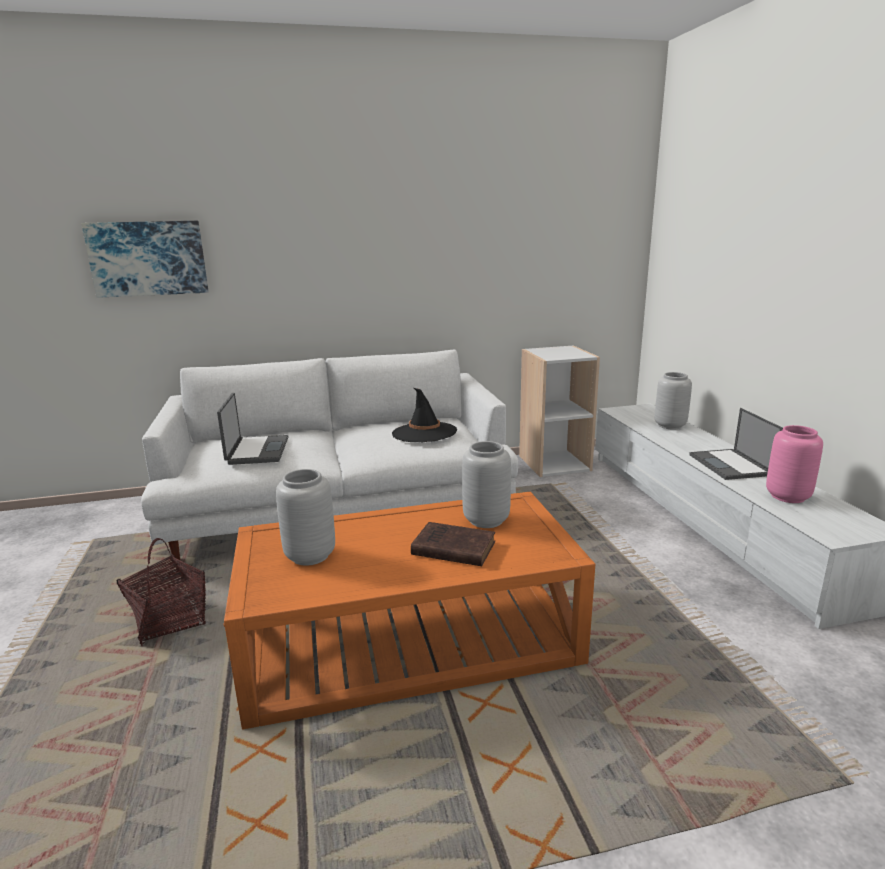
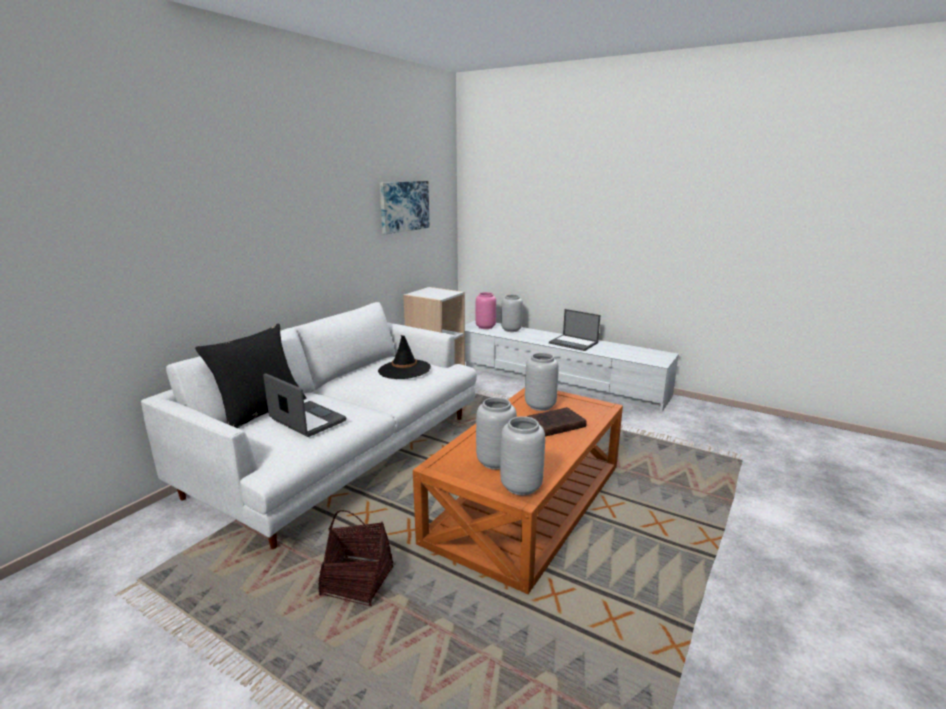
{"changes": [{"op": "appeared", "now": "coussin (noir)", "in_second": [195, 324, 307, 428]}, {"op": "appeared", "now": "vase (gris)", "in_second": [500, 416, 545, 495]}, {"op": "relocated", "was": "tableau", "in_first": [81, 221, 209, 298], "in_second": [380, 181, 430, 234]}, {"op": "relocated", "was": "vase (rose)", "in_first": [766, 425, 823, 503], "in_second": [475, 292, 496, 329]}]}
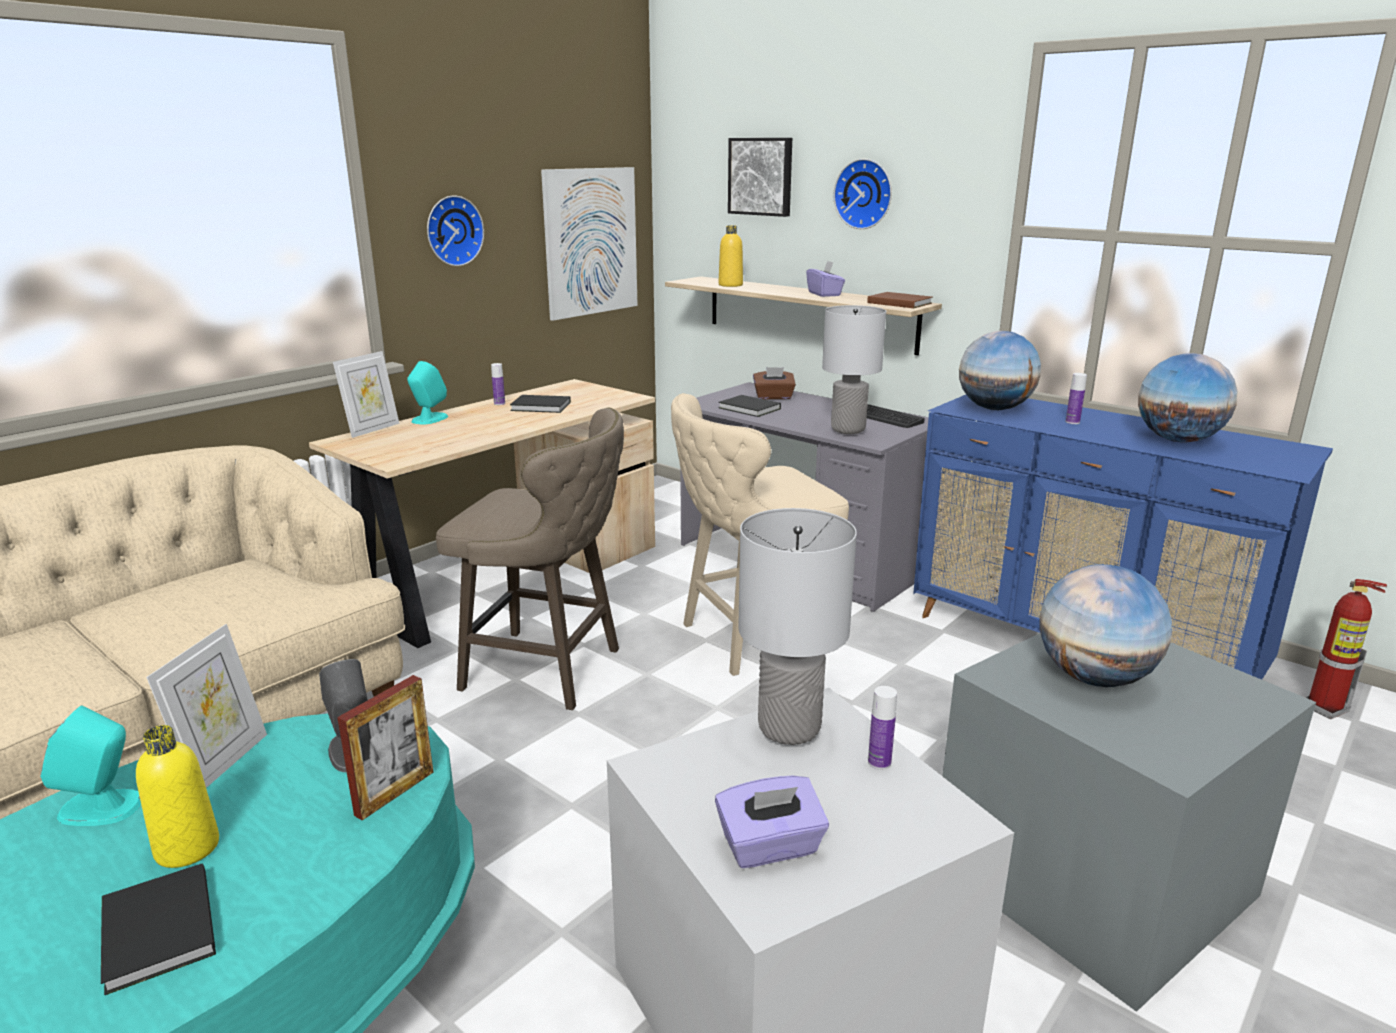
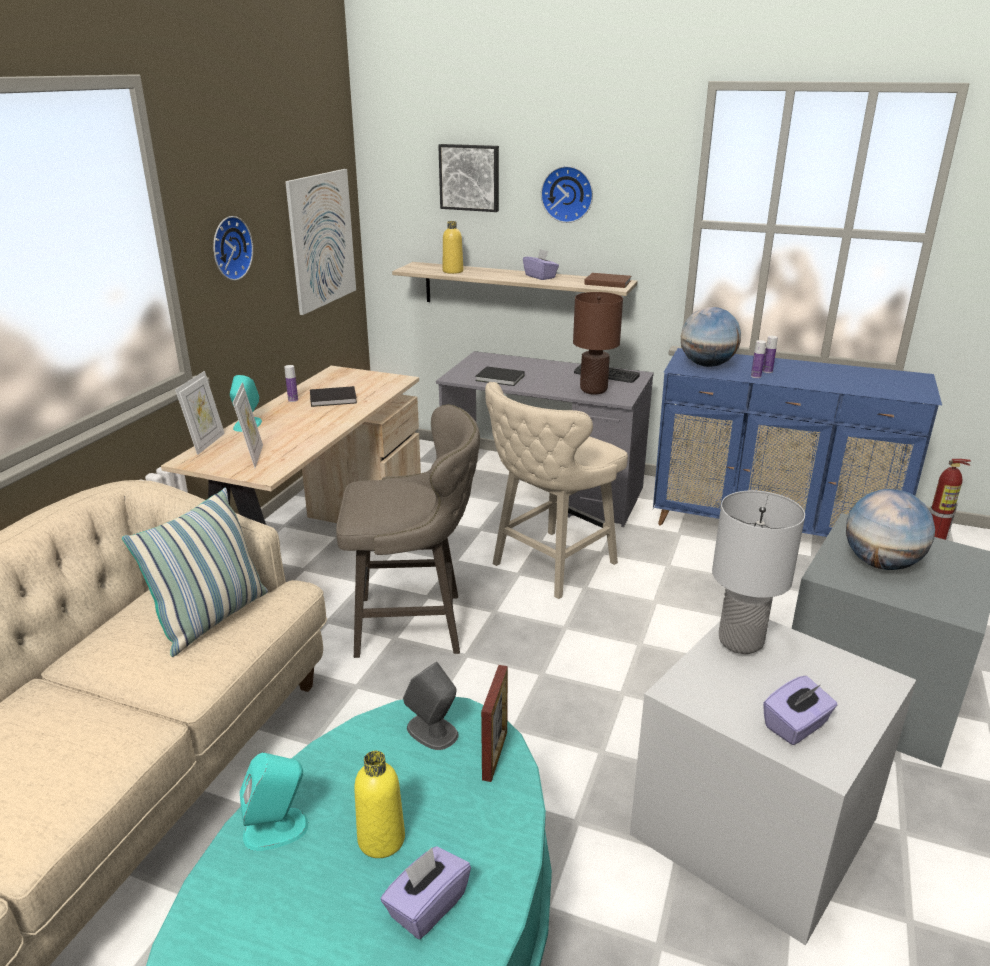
{"changes": [{"op": "missing", "was": "boîte à mouchoirs (marron)", "in_first": [753, 367, 796, 400]}, {"op": "missing", "was": "globe", "in_first": [1138, 353, 1237, 443]}, {"op": "appeared", "now": "coussin", "in_second": [122, 487, 268, 657]}, {"op": "relocated", "was": "cadre photo", "in_first": [146, 624, 267, 788], "in_second": [233, 382, 263, 468]}, {"op": "relocated", "was": "bouteille", "in_first": [868, 686, 897, 770], "in_second": [751, 340, 766, 378]}, {"op": "exchanged", "was": "livre (noir)", "now": "boîte à mouchoirs (violet)", "in_first": [101, 863, 216, 995], "in_second": [381, 846, 471, 939]}, {"op": "colour", "was": "lampe de table (gris)", "now": "lampe de table (marron)", "in_first": [822, 305, 886, 434], "in_second": [573, 292, 623, 395]}]}
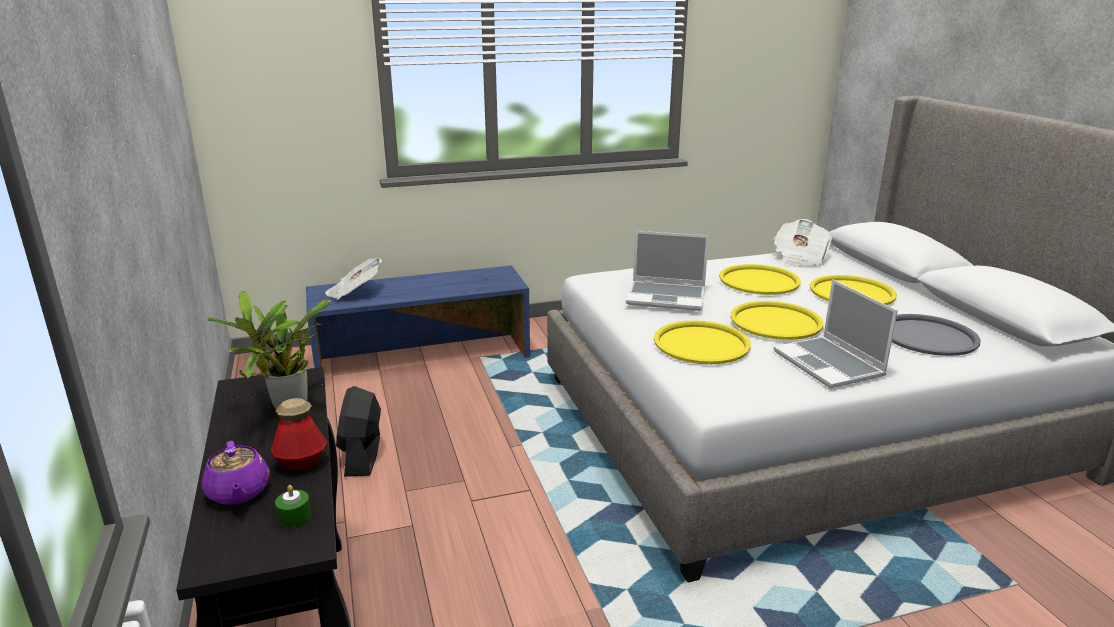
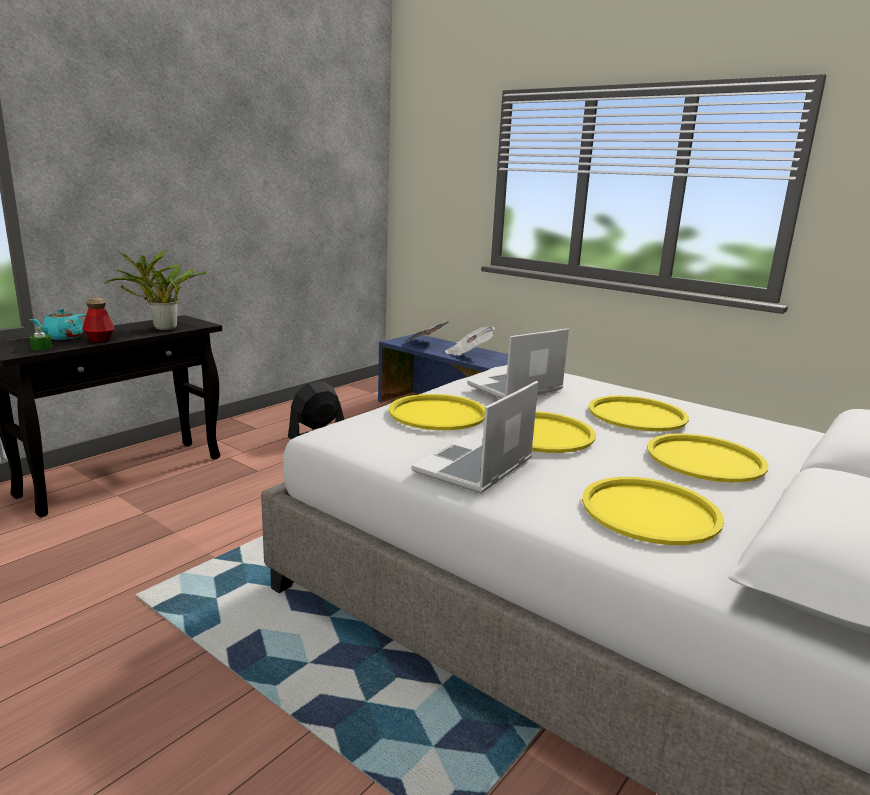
{"changes": [{"op": "relocated", "was": "journal", "in_first": [773, 219, 832, 267], "in_second": [445, 326, 495, 356]}, {"op": "colour", "was": "théière (violet)", "now": "théière (turquoise)", "in_first": [201, 441, 270, 505], "in_second": [31, 309, 86, 340]}, {"op": "colour", "was": "plateau (gris)", "now": "plateau (jaune)", "in_first": [892, 314, 981, 356], "in_second": [582, 477, 724, 545]}, {"op": "spun", "was": "ordinateur portable", "in_first": [626, 231, 709, 311], "in_second": [467, 328, 569, 399], "clockwise": 75}]}
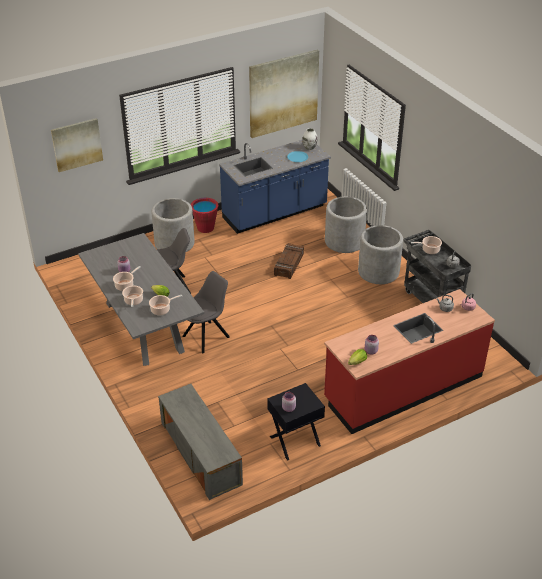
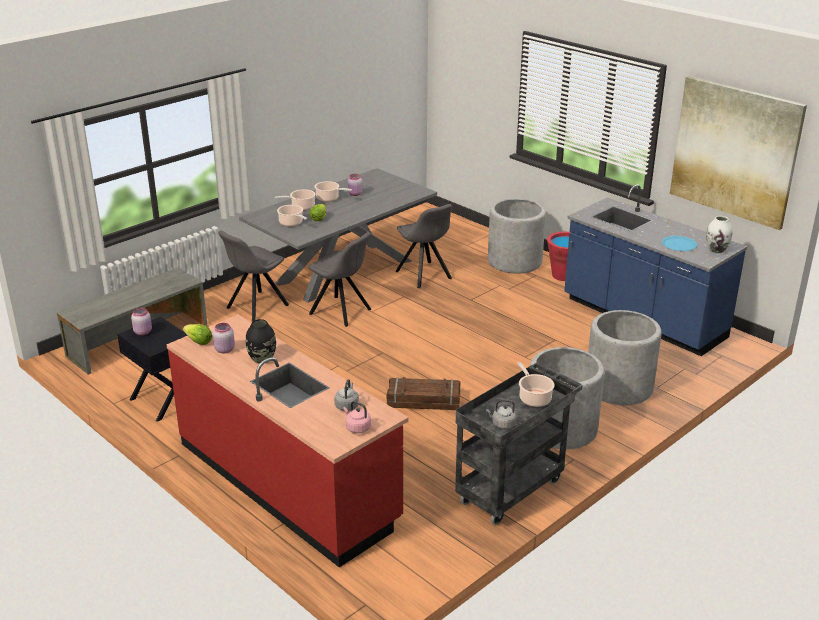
{"changes": [{"op": "missing", "was": "tableau", "in_first": [51, 118, 103, 172]}, {"op": "appeared", "now": "chaise (gris)", "in_second": [218, 231, 289, 321]}, {"op": "appeared", "now": "vase (noir)", "in_second": [246, 319, 276, 364]}, {"op": "relocated", "was": "caisse", "in_first": [274, 243, 304, 279], "in_second": [387, 377, 460, 410]}]}
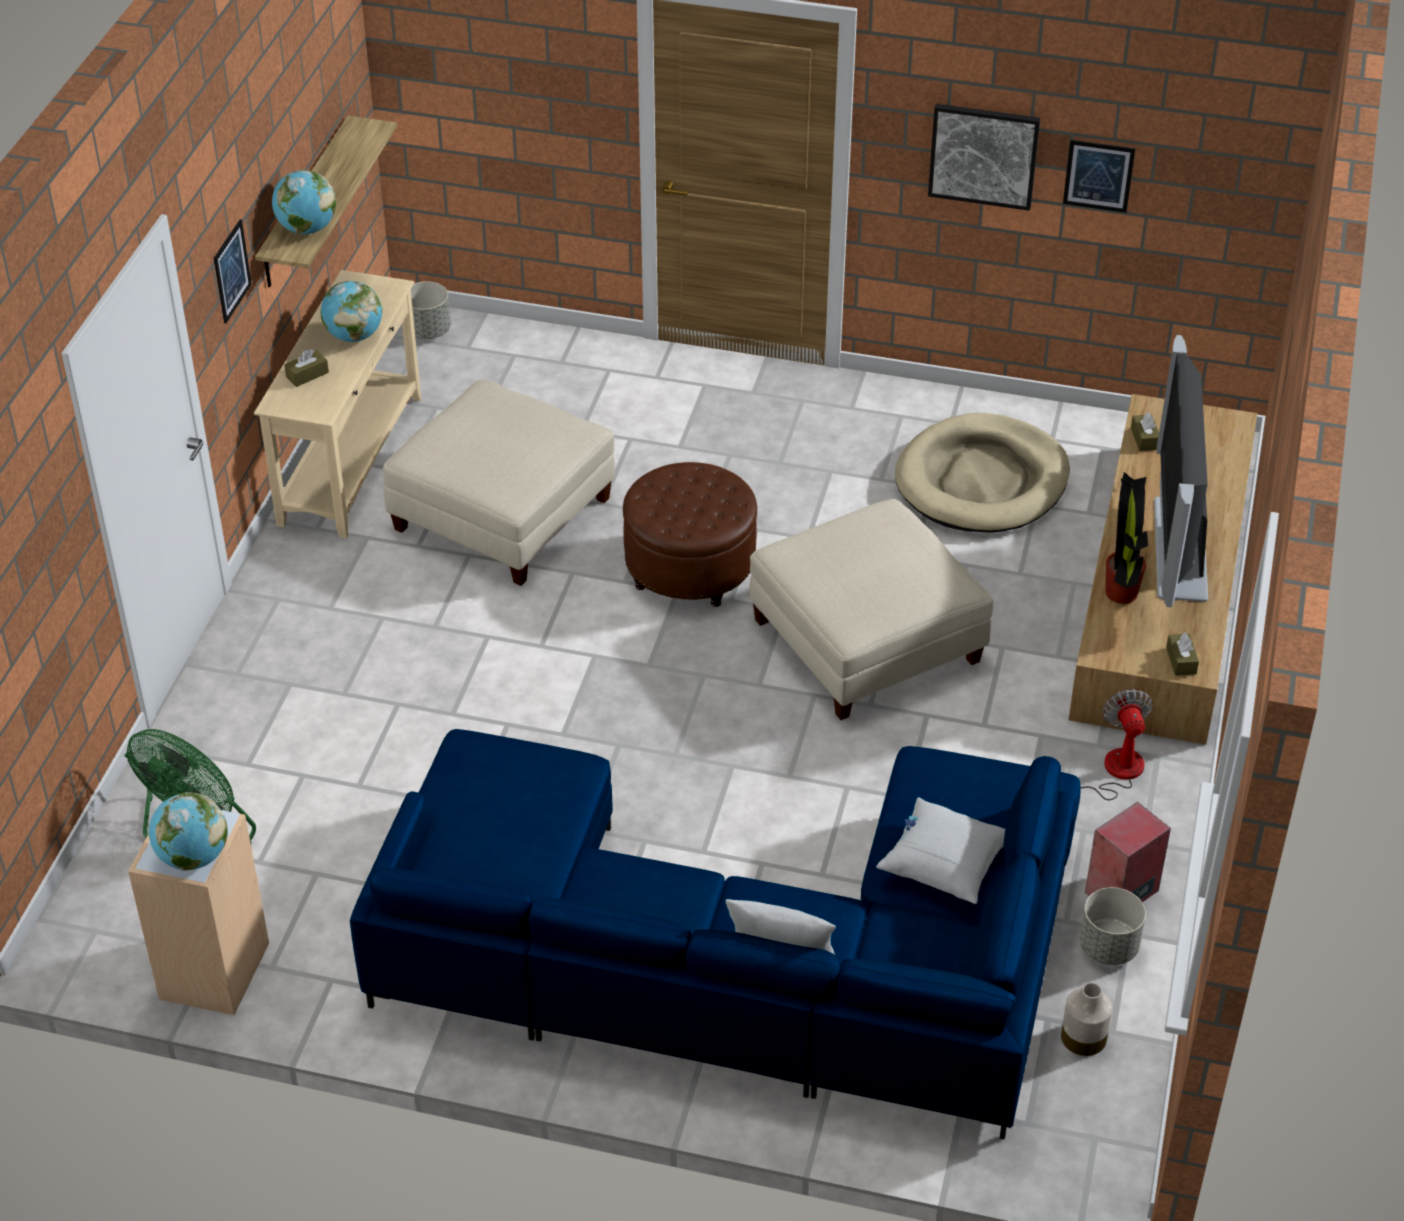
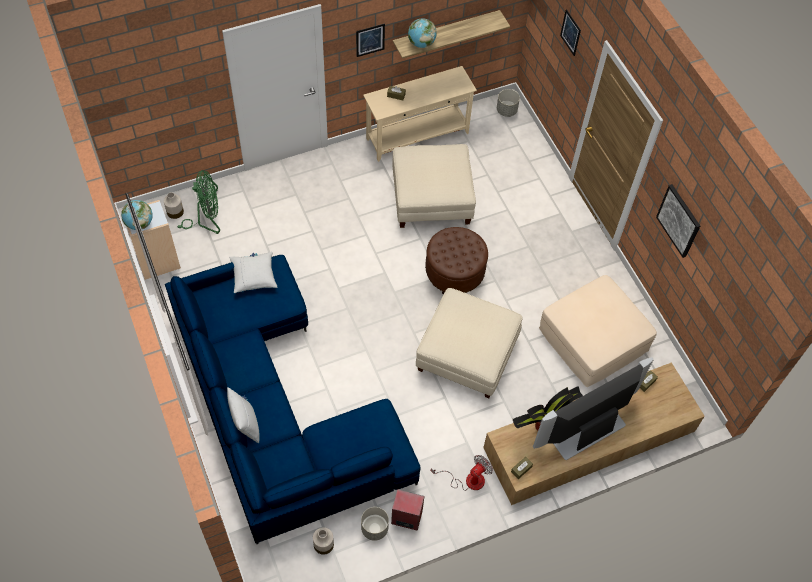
{"changes": [{"op": "missing", "was": "globe", "in_first": [320, 281, 382, 342]}, {"op": "appeared", "now": "vase (beige)", "in_second": [164, 192, 184, 219]}, {"op": "relocated", "was": "coussin (gris)", "in_first": [876, 797, 1005, 904], "in_second": [229, 252, 278, 293]}, {"op": "relocated", "was": "tableau", "in_first": [1063, 140, 1135, 213], "in_second": [560, 9, 581, 56]}, {"op": "exchanged", "was": "panier pour chien (beige)", "now": "pouf (beige)", "in_first": [895, 413, 1070, 533], "in_second": [539, 275, 657, 387]}]}
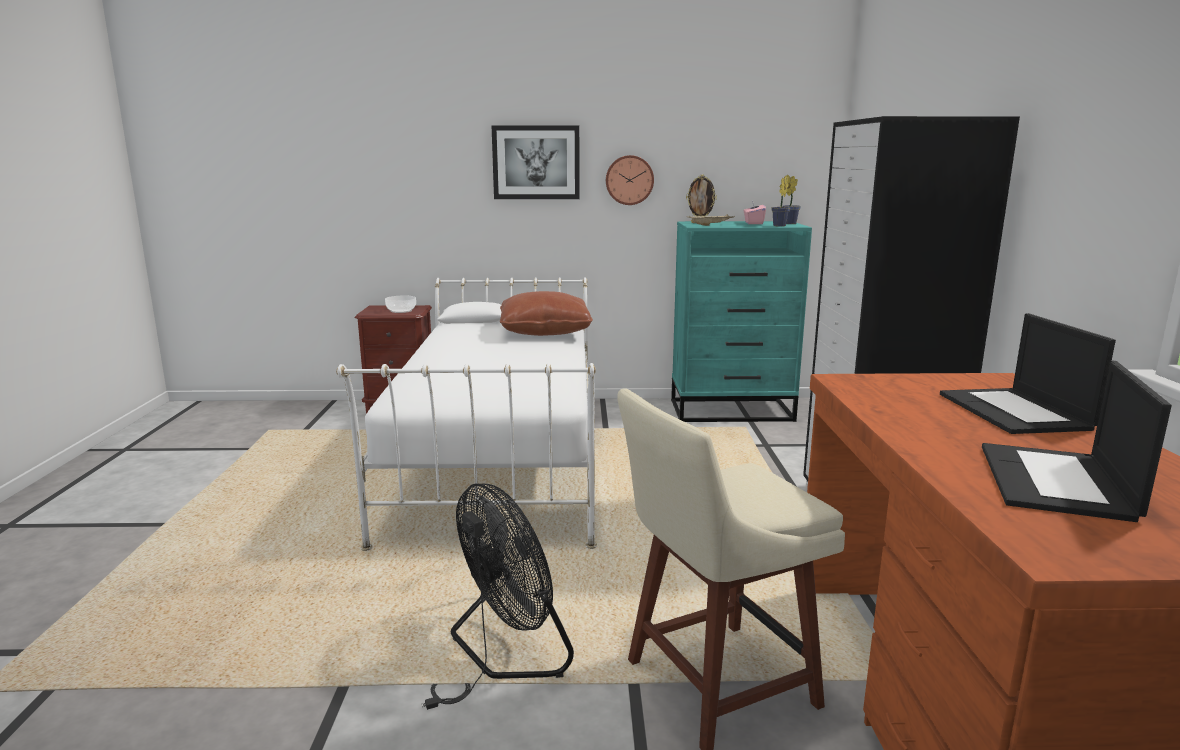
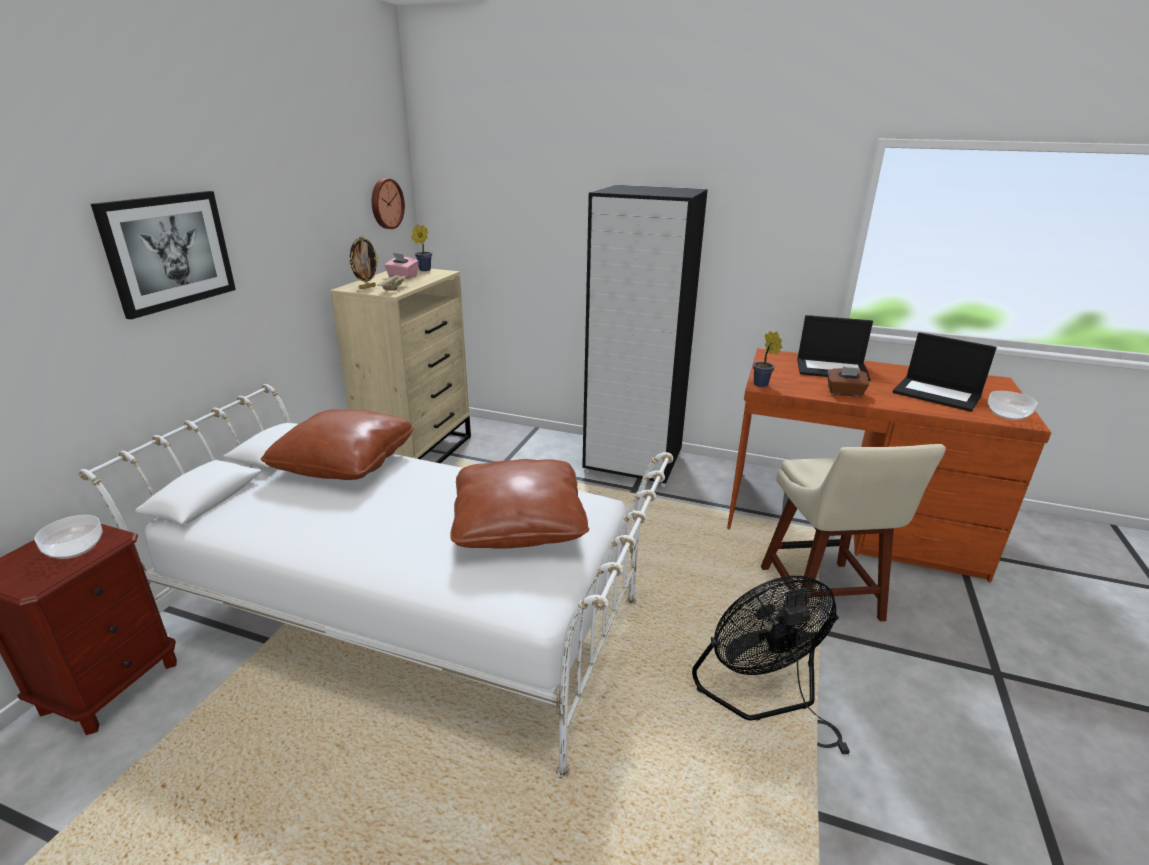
{"changes": [{"op": "appeared", "now": "coussin (marron)", "in_second": [450, 459, 589, 549]}, {"op": "appeared", "now": "boîte à mouchoirs (marron)", "in_second": [828, 366, 869, 397]}, {"op": "appeared", "now": "bol", "in_second": [988, 391, 1038, 420]}, {"op": "relocated", "was": "horloge murale", "in_first": [606, 155, 654, 205], "in_second": [372, 178, 405, 229]}, {"op": "relocated", "was": "plante en pot", "in_first": [771, 176, 790, 227], "in_second": [753, 331, 782, 387]}, {"op": "colour", "was": "commode (turquoise)", "now": "commode (beige)", "in_first": [671, 221, 812, 422], "in_second": [330, 267, 471, 463]}]}
